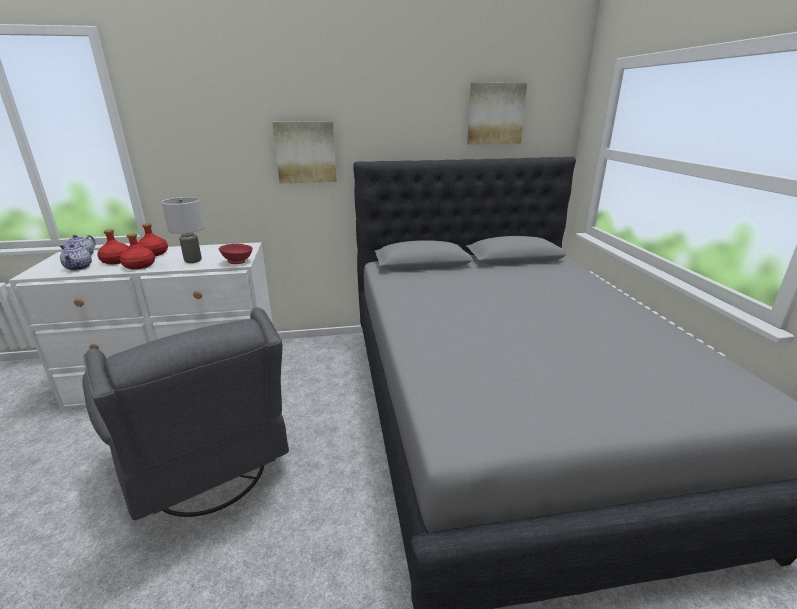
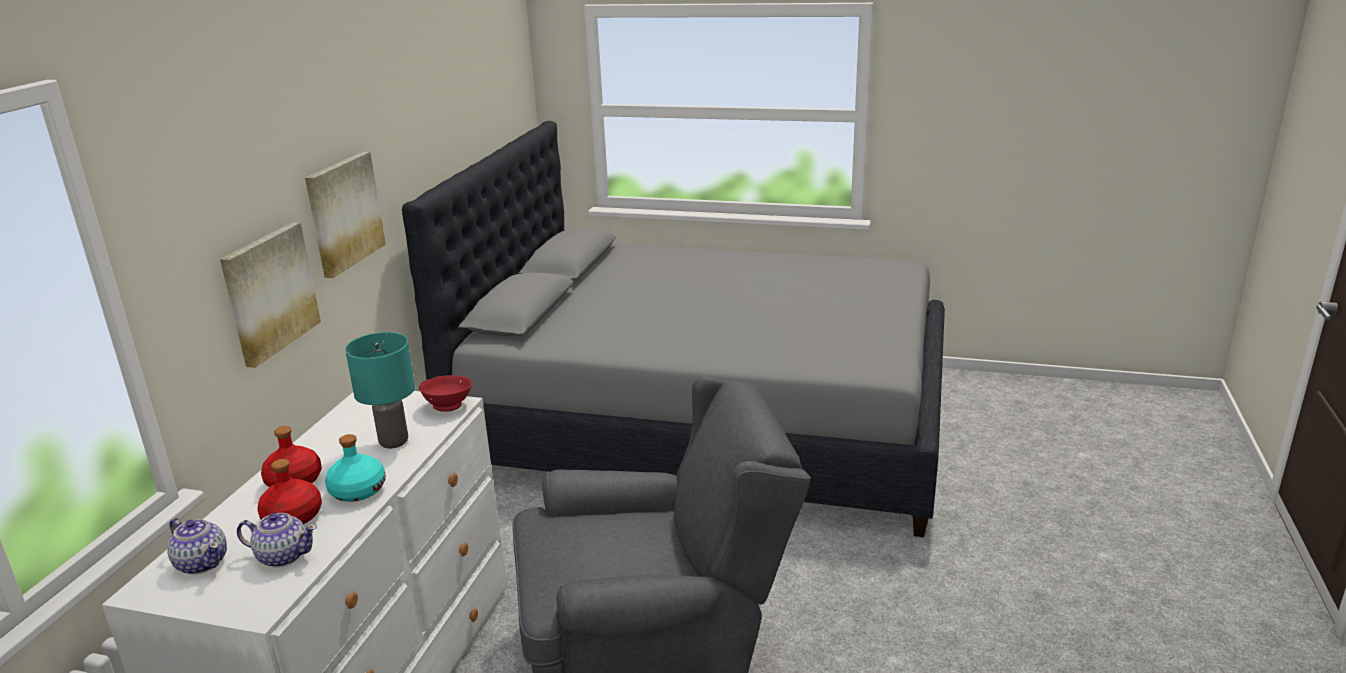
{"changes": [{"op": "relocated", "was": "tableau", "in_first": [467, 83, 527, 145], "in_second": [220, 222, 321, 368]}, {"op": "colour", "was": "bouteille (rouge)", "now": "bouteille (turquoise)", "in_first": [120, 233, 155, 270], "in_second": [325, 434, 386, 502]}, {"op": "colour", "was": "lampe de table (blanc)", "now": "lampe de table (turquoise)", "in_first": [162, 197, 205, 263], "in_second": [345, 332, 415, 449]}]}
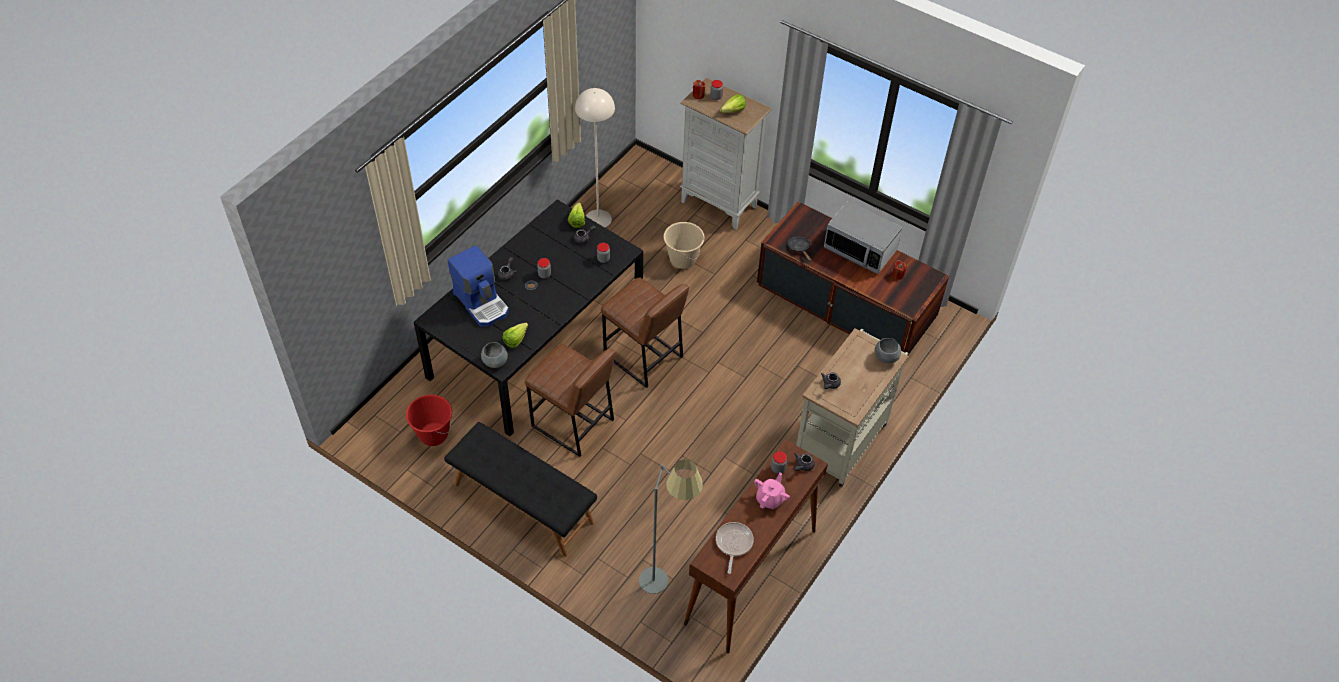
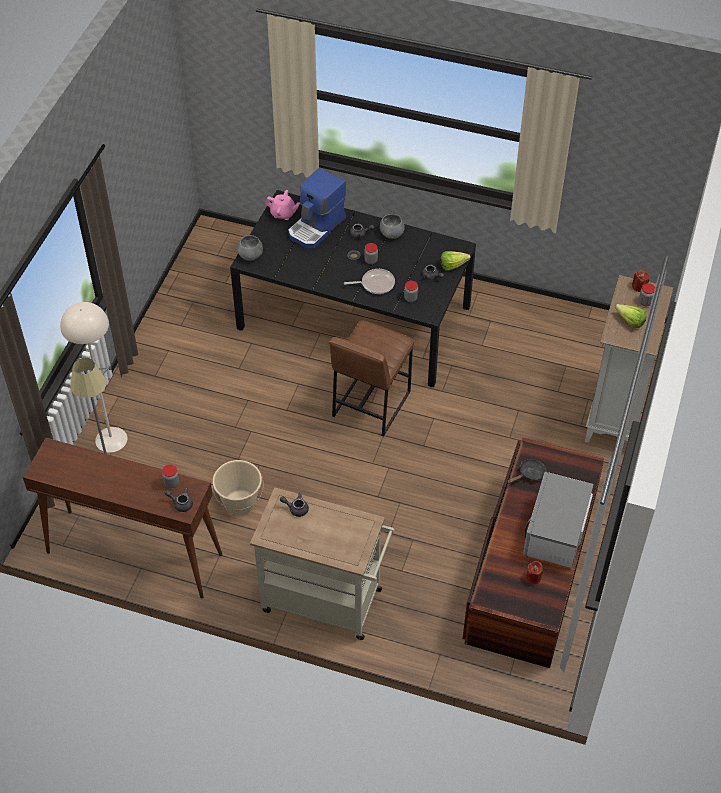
{"changes": [{"op": "missing", "was": "seau (rouge)", "in_first": [406, 395, 452, 446]}, {"op": "missing", "was": "banc (noir)", "in_first": [444, 422, 597, 557]}, {"op": "missing", "was": "laitue", "in_first": [503, 322, 528, 348]}, {"op": "missing", "was": "chaise (marron)", "in_first": [525, 344, 615, 457]}, {"op": "relocated", "was": "lampadaire (beige)", "in_first": [575, 88, 615, 227], "in_second": [60, 302, 127, 453]}, {"op": "relocated", "was": "seau (beige)", "in_first": [664, 222, 705, 269], "in_second": [212, 460, 264, 515]}, {"op": "relocated", "was": "poêle", "in_first": [716, 522, 754, 574], "in_second": [344, 269, 395, 294]}, {"op": "relocated", "was": "théière (rose)", "in_first": [754, 472, 790, 509], "in_second": [266, 190, 300, 220]}, {"op": "relocated", "was": "bol (gris)", "in_first": [875, 338, 901, 364], "in_second": [380, 214, 405, 239]}]}
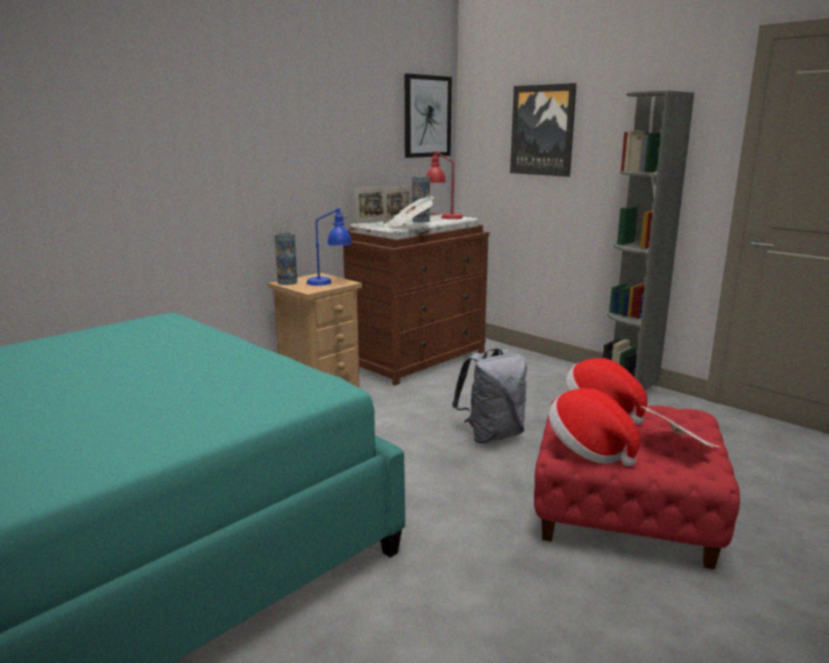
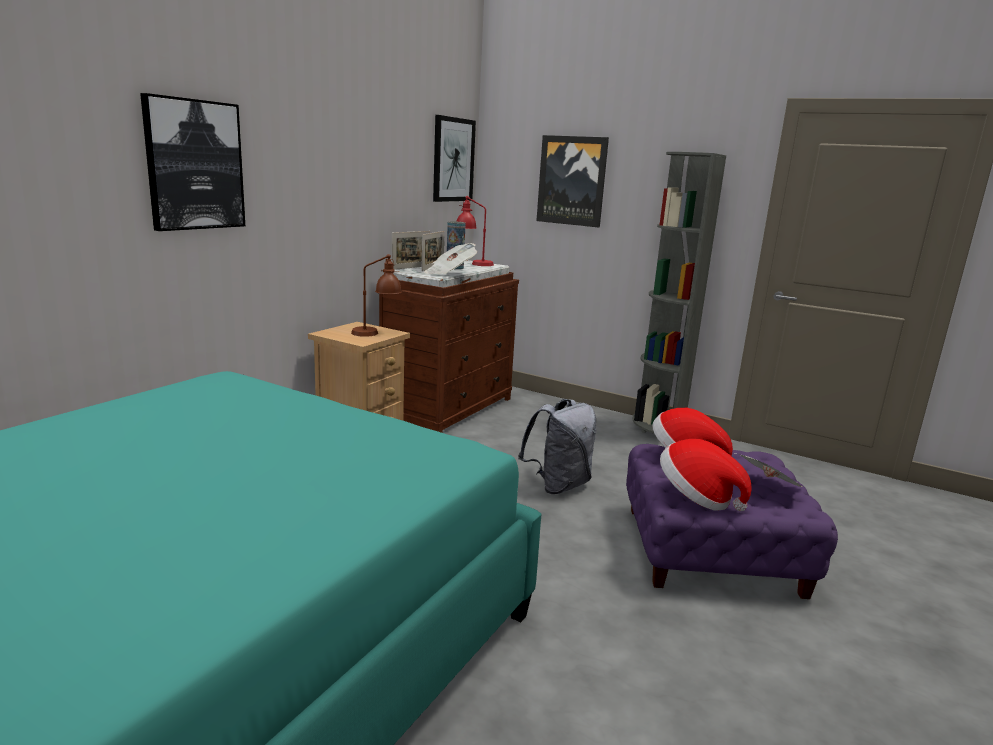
{"changes": [{"op": "missing", "was": "vase", "in_first": [275, 232, 297, 285]}, {"op": "appeared", "now": "tableau", "in_second": [140, 93, 245, 231]}, {"op": "colour", "was": "lampe de table (bleu)", "now": "lampe de table (marron)", "in_first": [307, 208, 352, 286], "in_second": [351, 254, 402, 337]}, {"op": "colour", "was": "pouf (rouge)", "now": "pouf (violet)", "in_first": [534, 399, 740, 569], "in_second": [626, 444, 838, 599]}]}
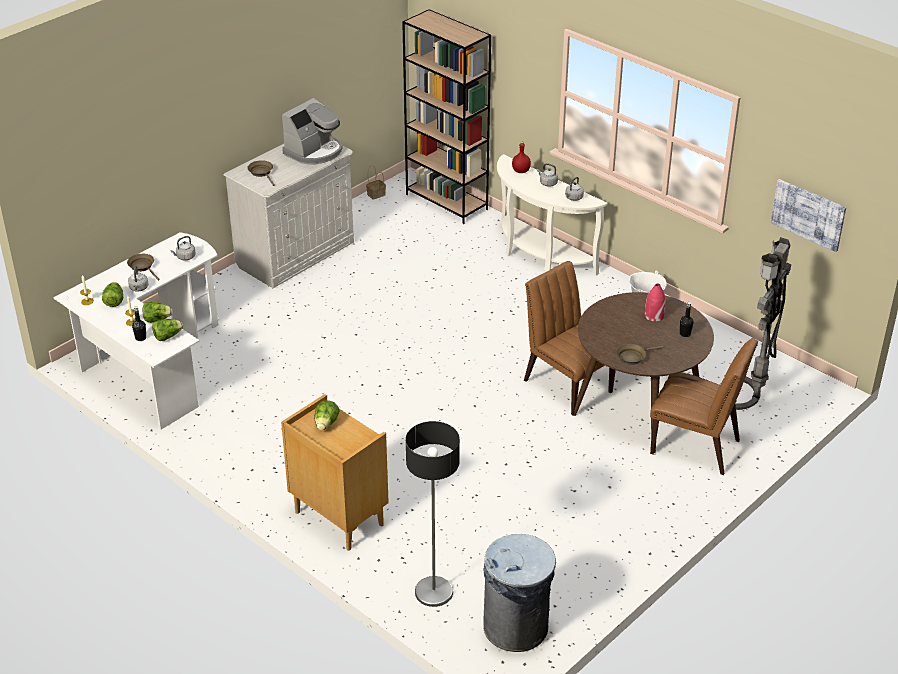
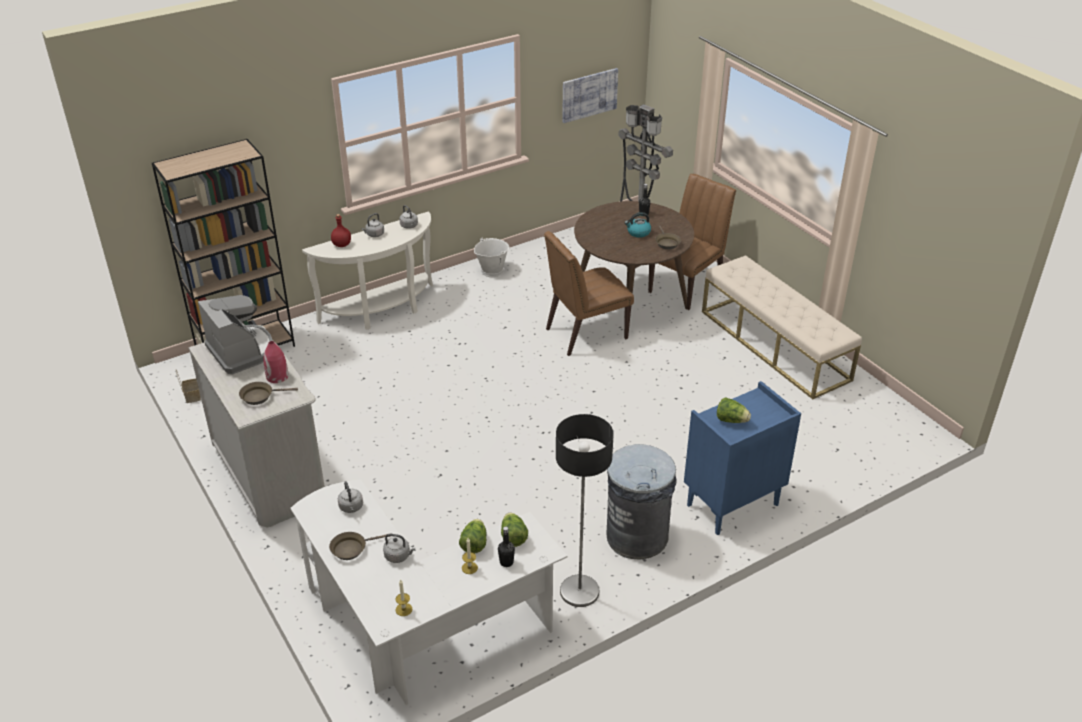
{"changes": [{"op": "missing", "was": "laitue", "in_first": [102, 282, 123, 307]}, {"op": "appeared", "now": "bouilloire", "in_second": [625, 212, 651, 238]}, {"op": "appeared", "now": "banc (beige)", "in_second": [702, 255, 862, 399]}, {"op": "relocated", "was": "lampadaire", "in_first": [406, 421, 460, 607], "in_second": [556, 414, 614, 607]}, {"op": "relocated", "was": "poubelle (gris)", "in_first": [483, 534, 556, 652], "in_second": [606, 444, 677, 559]}, {"op": "relocated", "was": "vase (rouge)", "in_first": [645, 284, 666, 322], "in_second": [264, 341, 289, 383]}, {"op": "colour", "was": "meuble de rangement (marron)", "now": "meuble de rangement (bleu)", "in_first": [281, 394, 389, 551], "in_second": [684, 381, 801, 535]}]}
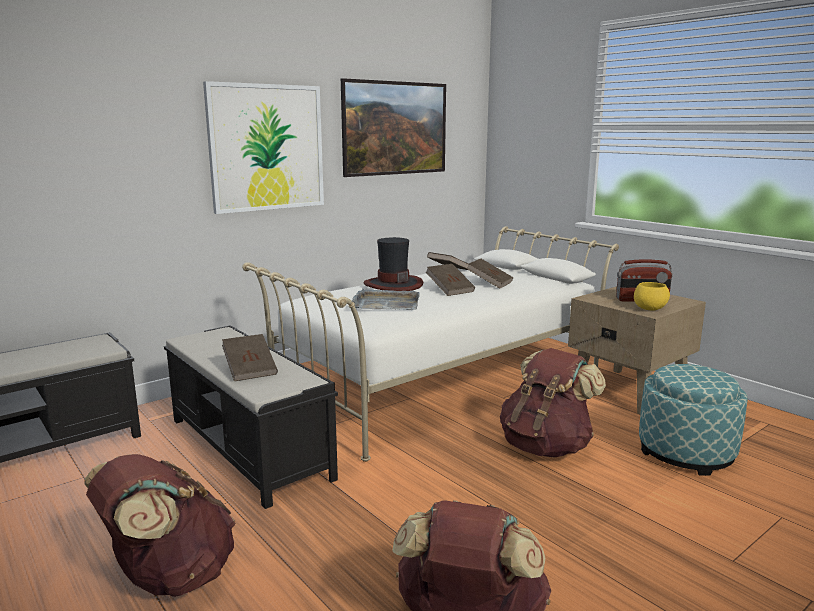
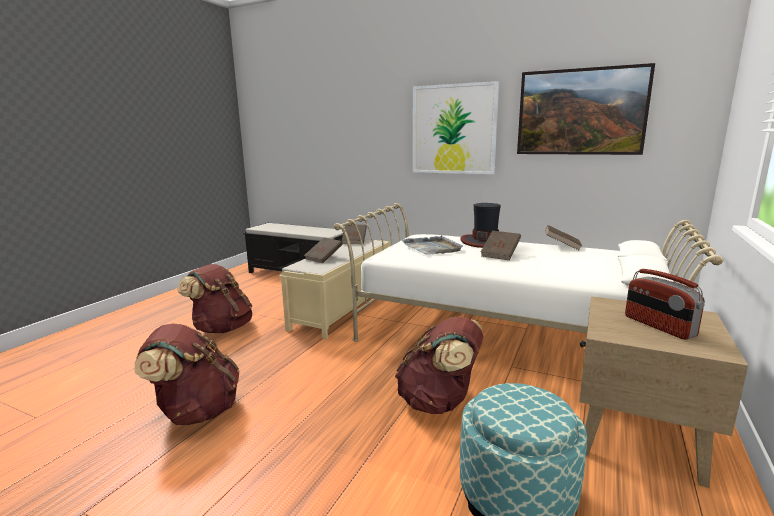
{"changes": [{"op": "missing", "was": "bol (jaune)", "in_first": [634, 282, 670, 311]}, {"op": "relocated", "was": "livre (marron)", "in_first": [467, 259, 514, 289], "in_second": [342, 224, 367, 244]}, {"op": "colour", "was": "banc (noir)", "now": "banc (beige)", "in_first": [164, 325, 338, 509], "in_second": [279, 240, 390, 339]}]}
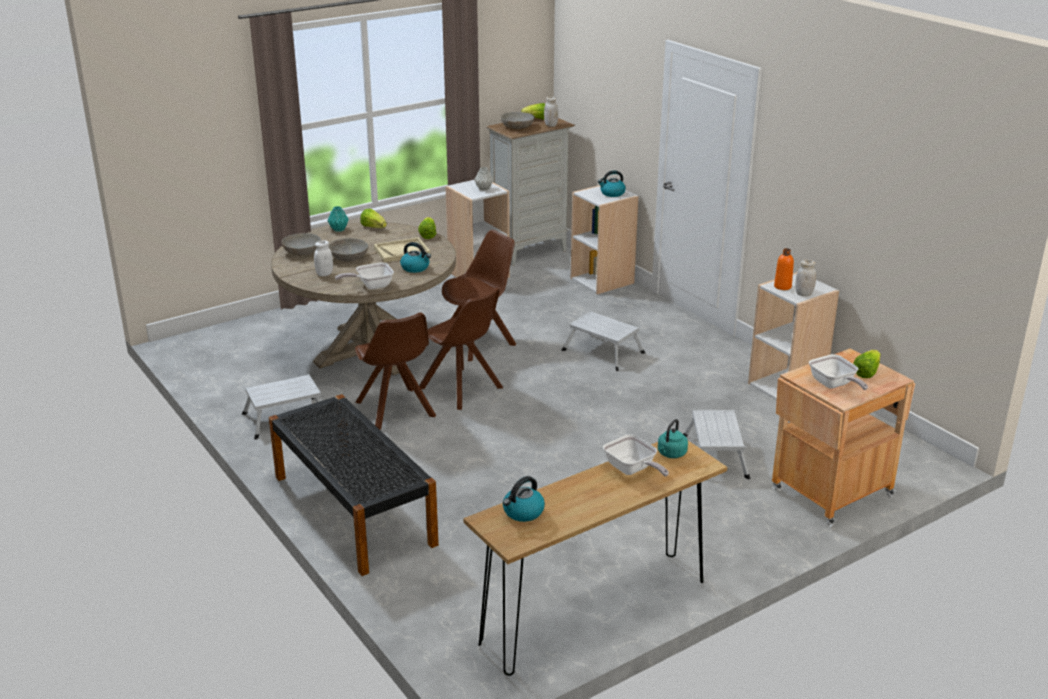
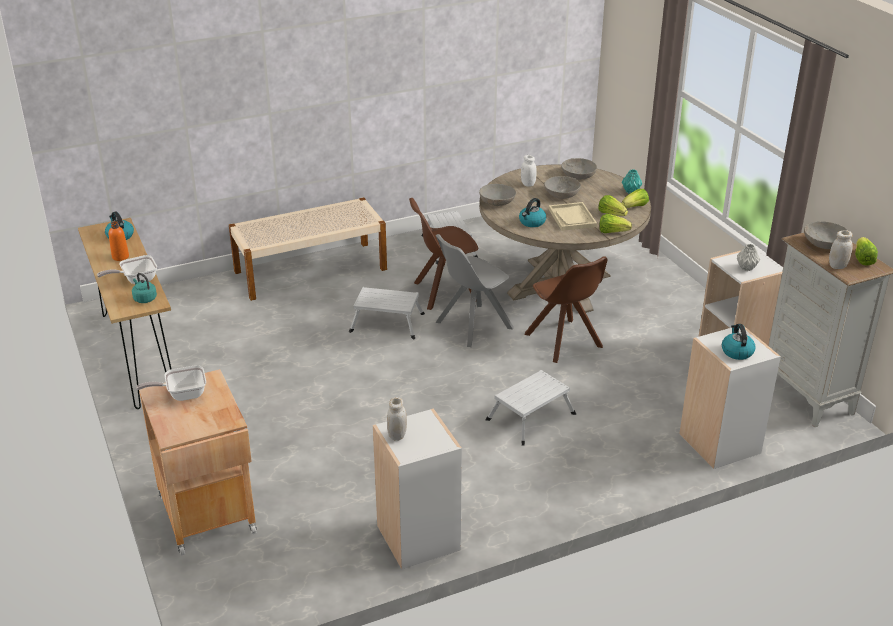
{"changes": [{"op": "relocated", "was": "escabeau (blanc)", "in_first": [683, 410, 750, 479], "in_second": [349, 287, 425, 340]}, {"op": "relocated", "was": "bouteille (orange)", "in_first": [774, 248, 794, 290], "in_second": [109, 221, 129, 261]}, {"op": "relocated", "was": "laitue", "in_first": [853, 350, 881, 378], "in_second": [598, 195, 628, 216]}, {"op": "exchanged", "was": "poêle", "now": "bol (gris)", "in_first": [335, 262, 394, 289], "in_second": [479, 184, 516, 206]}, {"op": "colour", "was": "banc (noir)", "now": "banc (beige)", "in_first": [269, 394, 439, 576], "in_second": [229, 197, 387, 301]}, {"op": "colour", "was": "chaise (marron)", "now": "chaise (gris)", "in_first": [419, 288, 503, 410], "in_second": [435, 234, 514, 347]}]}
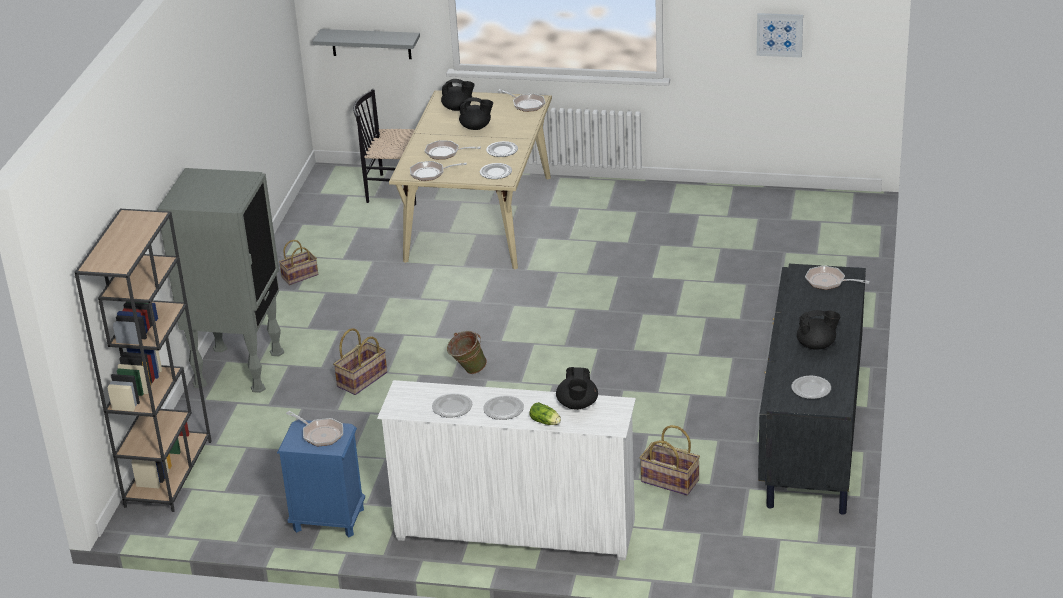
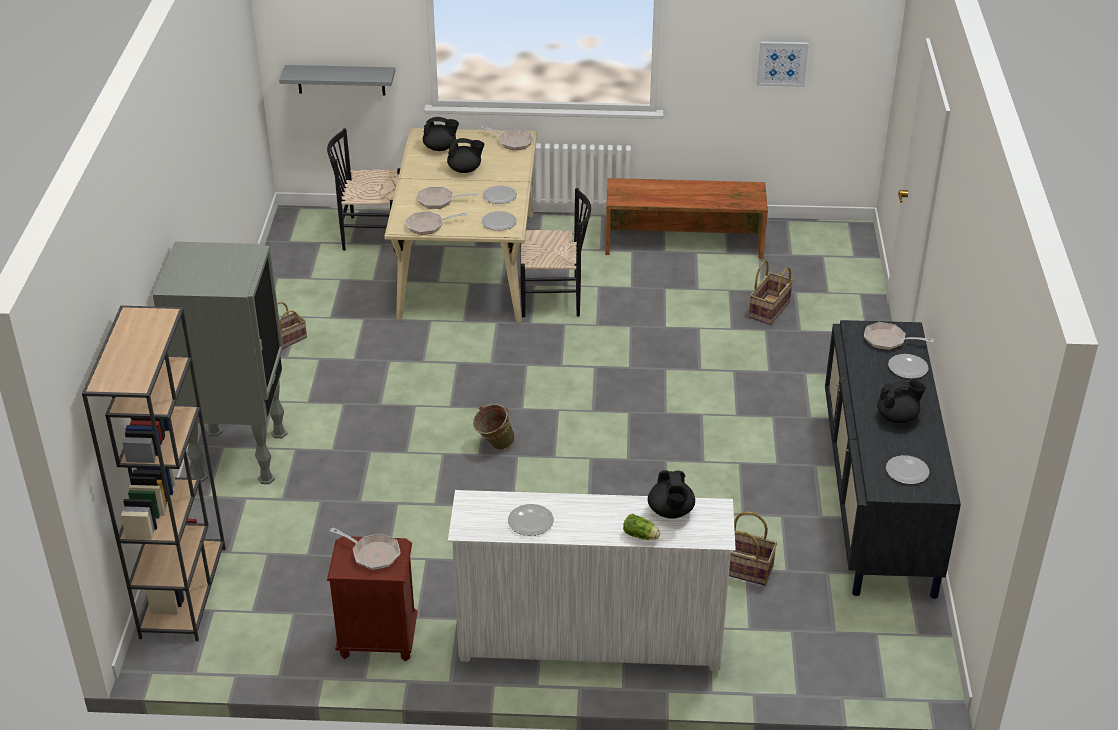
{"changes": [{"op": "appeared", "now": "chaise (noir)", "in_second": [520, 188, 591, 318]}, {"op": "appeared", "now": "banc (marron)", "in_second": [605, 178, 768, 259]}, {"op": "relocated", "was": "panier", "in_first": [333, 328, 387, 395], "in_second": [749, 260, 793, 325]}, {"op": "relocated", "was": "assiette", "in_first": [483, 395, 524, 420], "in_second": [888, 354, 928, 379]}, {"op": "colour", "was": "table de chevet (bleu)", "now": "table de chevet (marron)", "in_first": [277, 420, 365, 537], "in_second": [327, 536, 418, 661]}]}
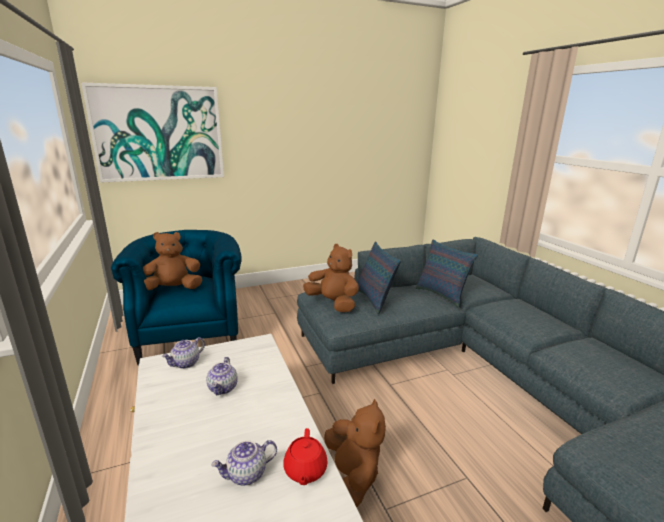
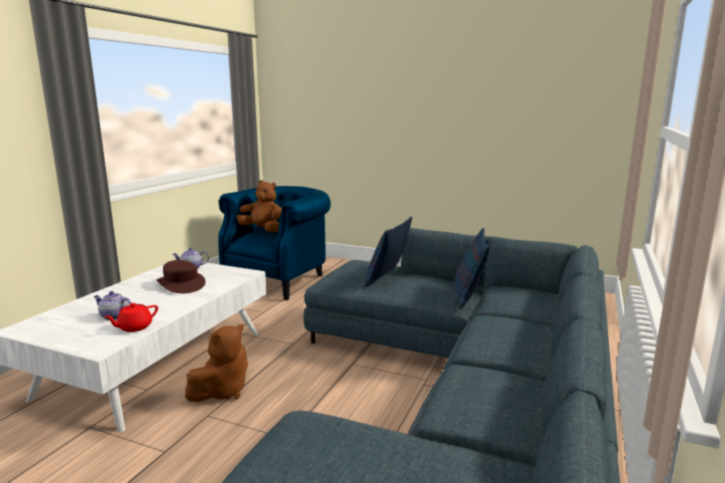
{"changes": [{"op": "missing", "was": "tableau", "in_first": [81, 82, 224, 183]}, {"op": "missing", "was": "peluche (marron)", "in_first": [303, 244, 359, 312]}, {"op": "exchanged", "was": "théière", "now": "chapeau (marron)", "in_first": [207, 357, 238, 395], "in_second": [156, 260, 205, 293]}]}
